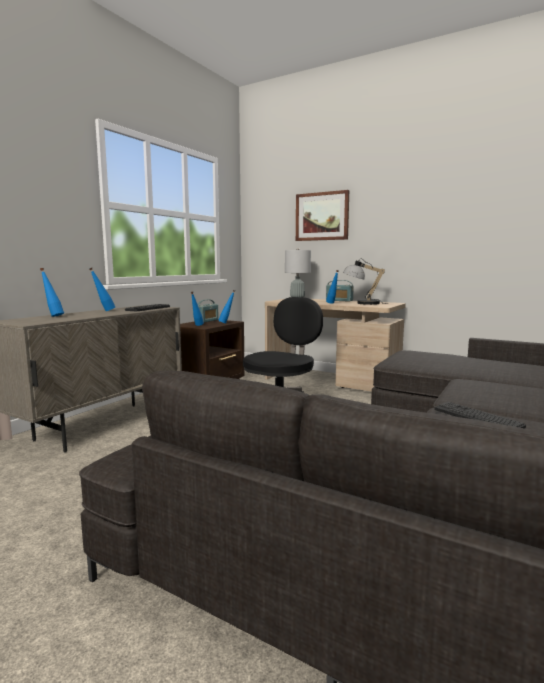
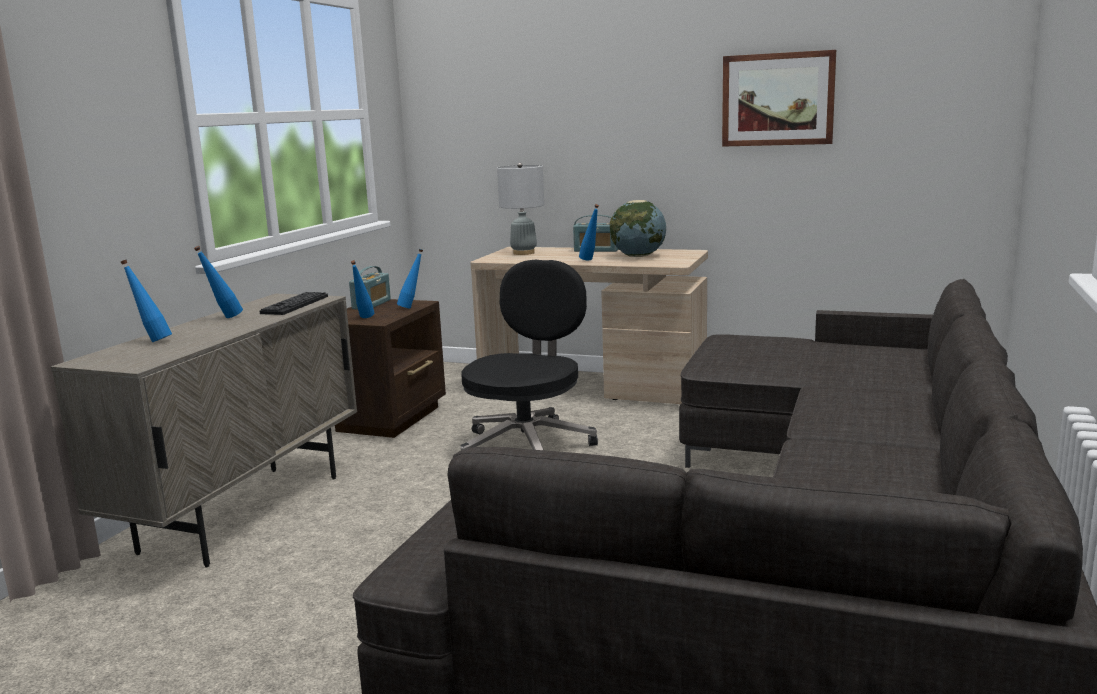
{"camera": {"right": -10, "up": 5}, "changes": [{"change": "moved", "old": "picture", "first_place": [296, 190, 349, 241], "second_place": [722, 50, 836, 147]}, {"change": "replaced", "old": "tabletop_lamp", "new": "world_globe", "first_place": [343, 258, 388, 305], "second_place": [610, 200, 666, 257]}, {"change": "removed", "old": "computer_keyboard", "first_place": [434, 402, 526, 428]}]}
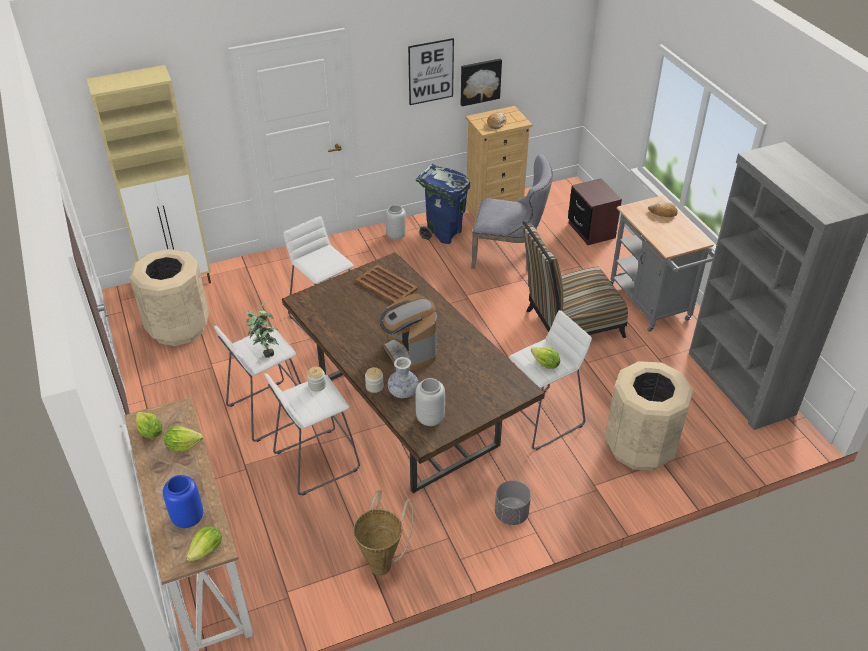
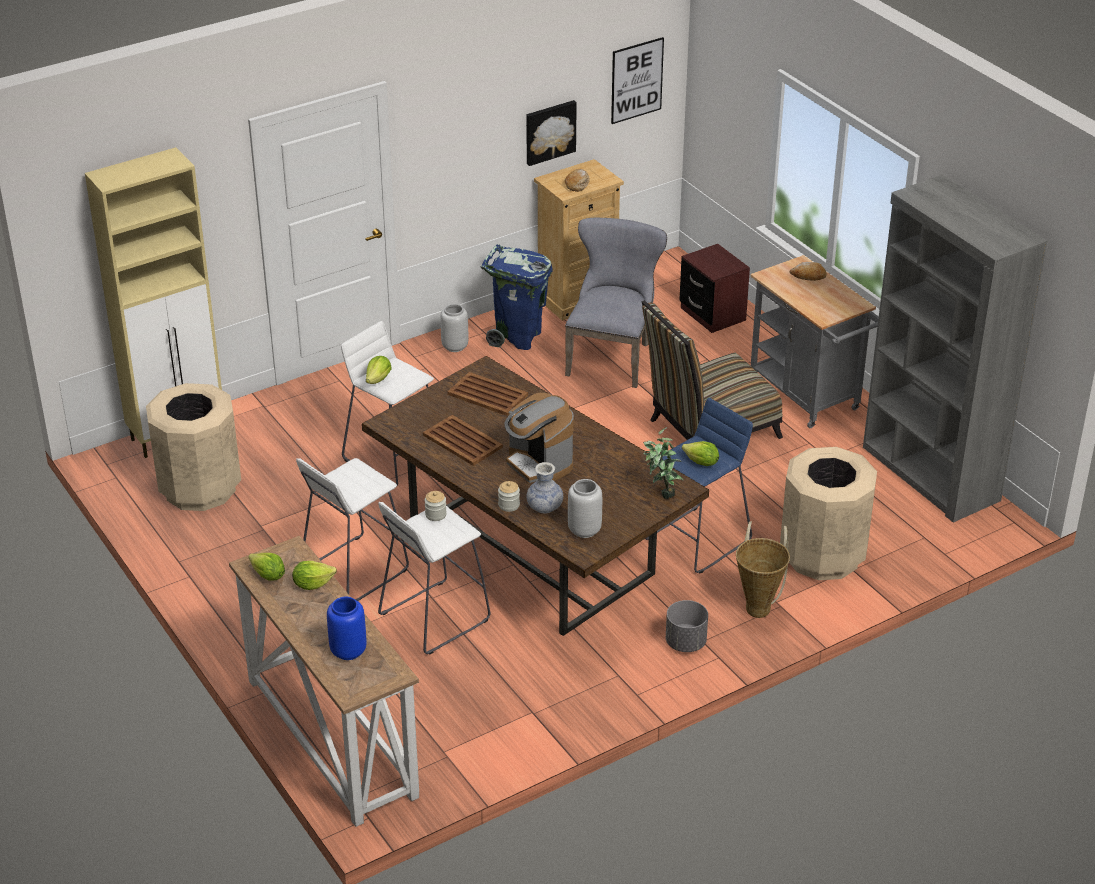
{"camera": {"right": -10, "up": -5}, "changes": [{"change": "moved", "old": "lettuce_head", "first_place": [186, 526, 222, 562], "second_place": [366, 356, 392, 384]}, {"change": "moved", "old": "houseplant", "first_place": [245, 302, 279, 358], "second_place": [643, 427, 684, 499]}, {"change": "moved", "old": "basket", "first_place": [353, 490, 414, 576], "second_place": [736, 521, 790, 618]}, {"change": "moved", "old": "picture", "first_place": [408, 38, 454, 105], "second_place": [611, 37, 664, 124]}, {"change": "turned", "old": "grey_chair", "first_place": [471, 154, 553, 272], "second_place": [565, 218, 667, 388], "degrees": -75}, {"change": "recoloured", "old": "white-coloured_stool_seat", "new": "blue_stool_seat", "first_place": [509, 310, 592, 450], "second_place": [645, 398, 753, 574]}, {"change": "added", "new": "brown-coloured_tray", "second_place": [423, 415, 503, 466]}]}
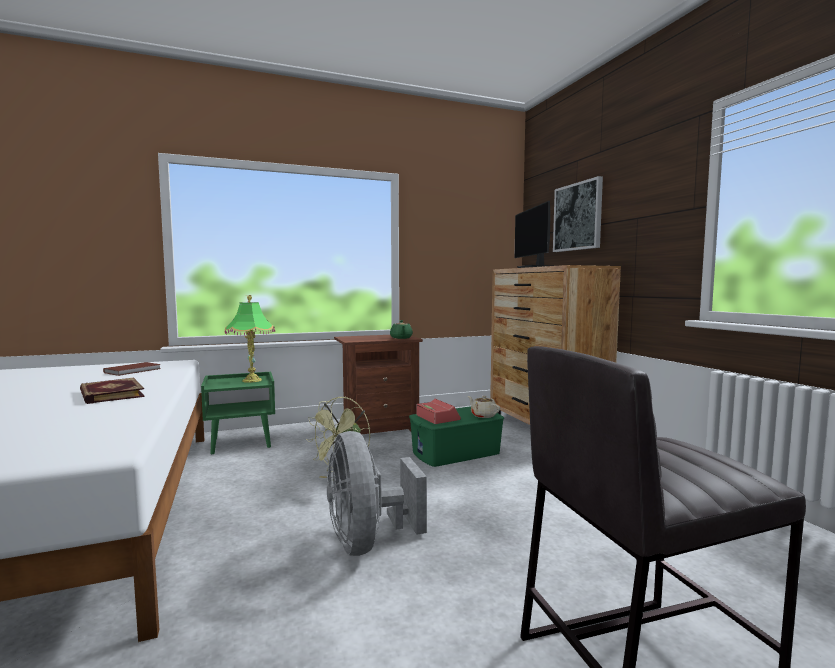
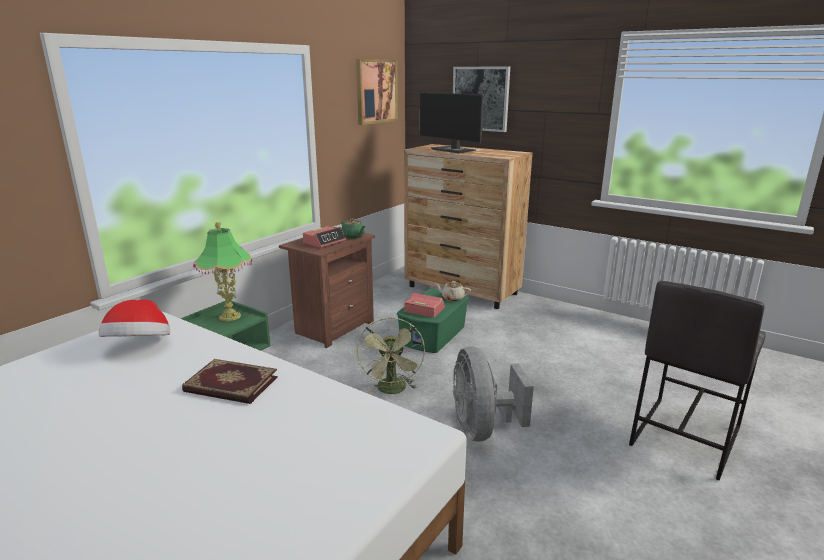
{"camera": {"right": -35, "up": 15}, "changes": [{"change": "replaced", "old": "brown-coloured_bound_book", "new": "hat", "first_place": [103, 362, 161, 376], "second_place": [98, 299, 170, 337]}, {"change": "turned", "old": "grey_fan", "first_place": [327, 431, 427, 556], "second_place": [453, 347, 534, 442], "degrees": 45}, {"change": "added", "new": "table_clock", "second_place": [303, 226, 346, 248]}, {"change": "added", "new": "picture", "second_place": [356, 59, 398, 125]}]}
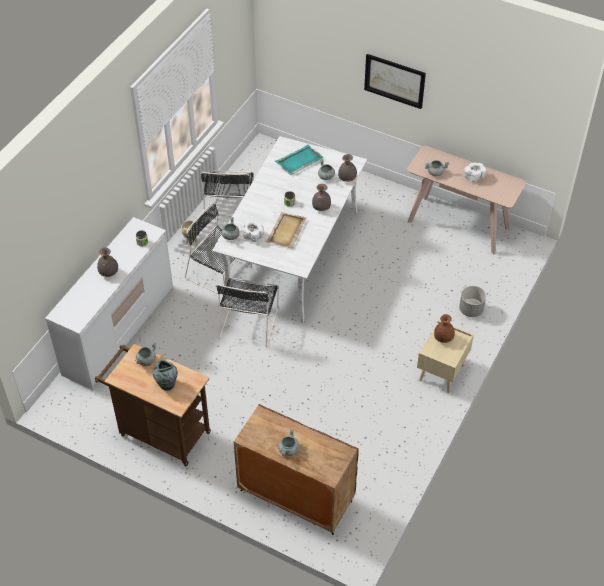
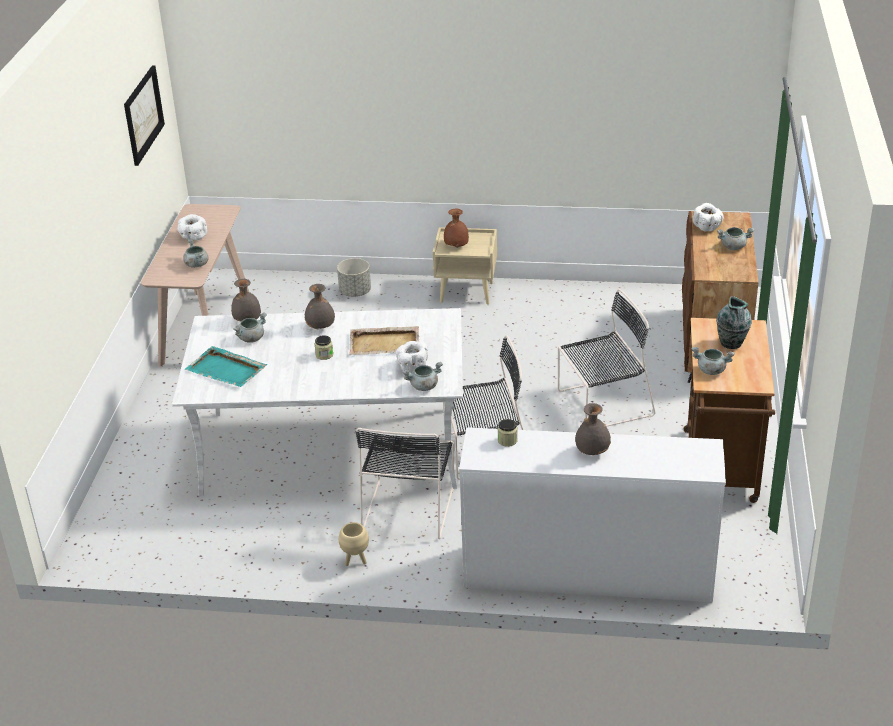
{"camera": {"right": -110, "up": -15}, "changes": [{"change": "moved", "old": "blackish_chair", "first_place": [201, 170, 254, 227], "second_place": [558, 289, 656, 427]}, {"change": "moved", "old": "picture", "first_place": [364, 54, 426, 109], "second_place": [124, 65, 165, 166]}, {"change": "added", "new": "white-coloured_serving_bowl", "second_place": [693, 203, 724, 232]}]}
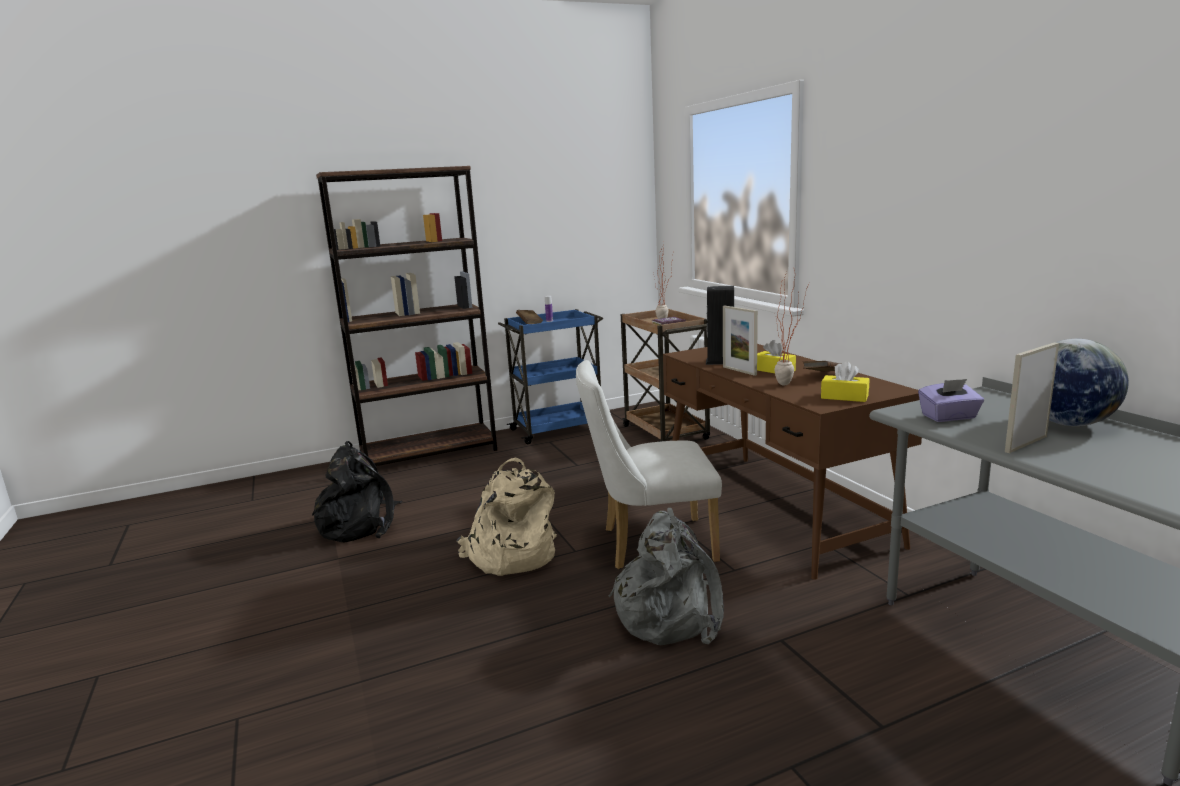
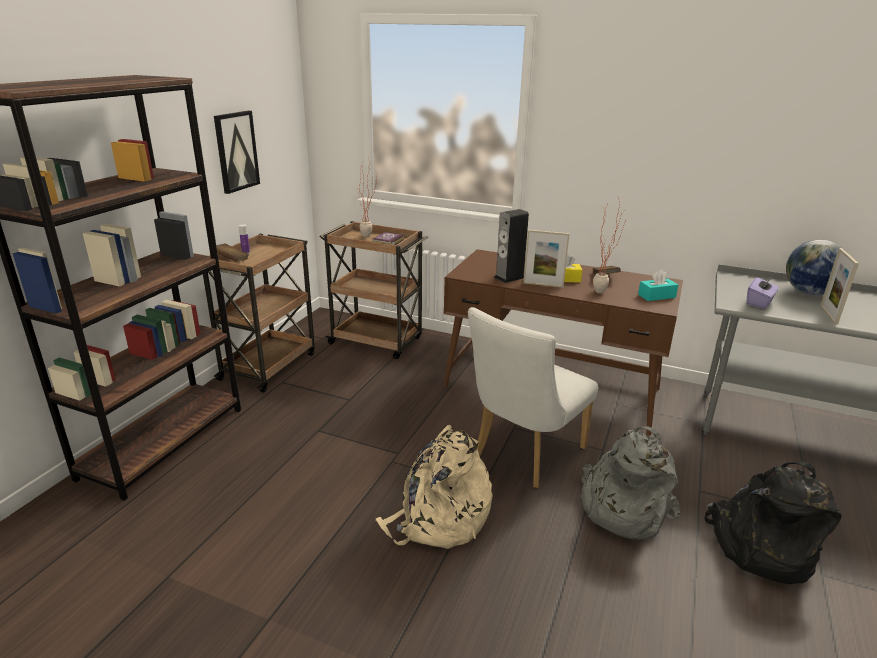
{"camera": {"right": -45, "up": 10}, "changes": [{"change": "moved", "old": "blackish_knapsack", "first_place": [312, 441, 402, 542], "second_place": [705, 461, 842, 584]}, {"change": "recoloured", "old": "blue_wheeled_cart", "new": "brown-coloured_wheeled_cart", "first_place": [498, 309, 603, 444], "second_place": [203, 234, 315, 393]}, {"change": "recoloured", "old": "yellow-coloured_tissue_box", "new": "blue-green_tissue_box", "first_place": [821, 361, 869, 402], "second_place": [638, 269, 678, 301]}, {"change": "added", "new": "picture", "second_place": [214, 111, 260, 194]}]}
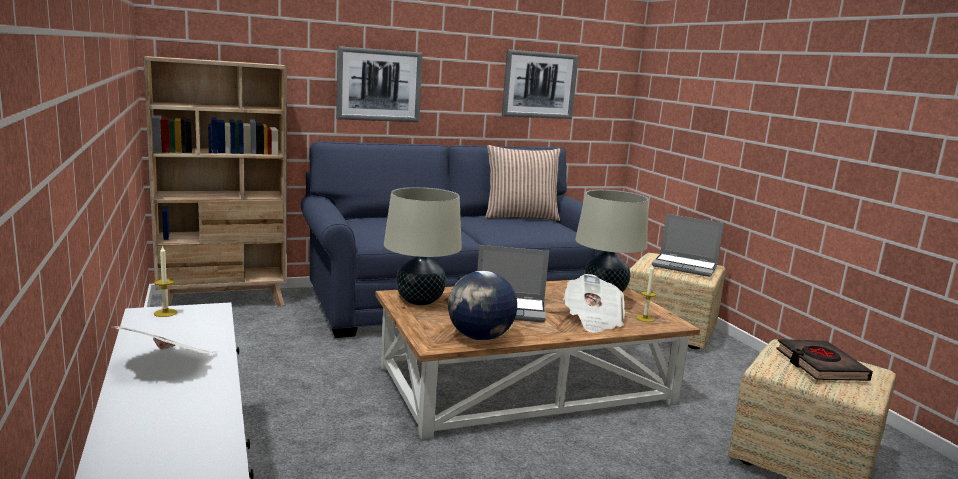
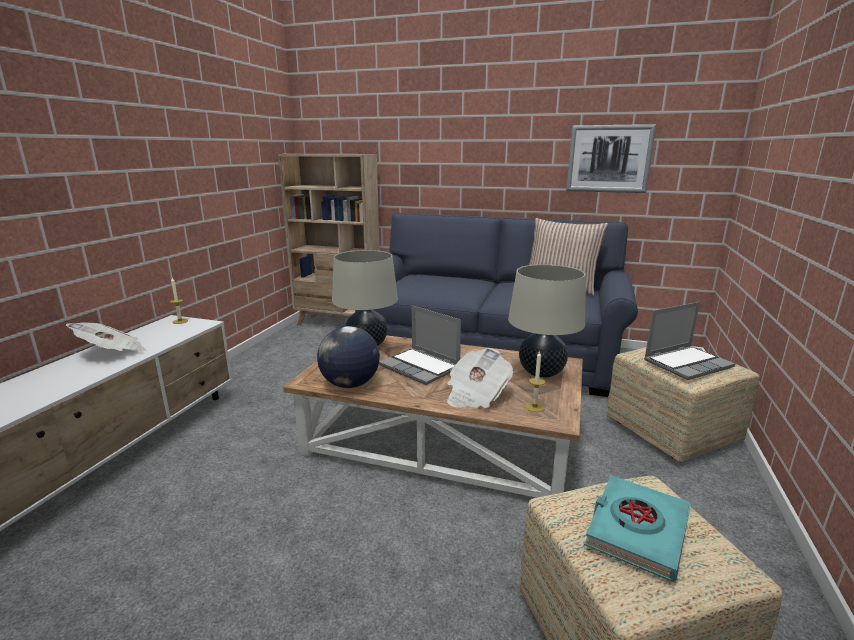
{"camera": {"right": 40, "up": 5}, "changes": [{"change": "removed", "old": "picture", "first_place": [336, 46, 423, 122]}, {"change": "turned", "old": "notebook_computer", "first_place": [652, 214, 724, 277], "second_place": [644, 302, 735, 380], "degrees": -90}, {"change": "recoloured", "old": "blackish_bound_book", "new": "blue-green_bound_book", "first_place": [776, 339, 873, 381], "second_place": [584, 476, 691, 582]}]}
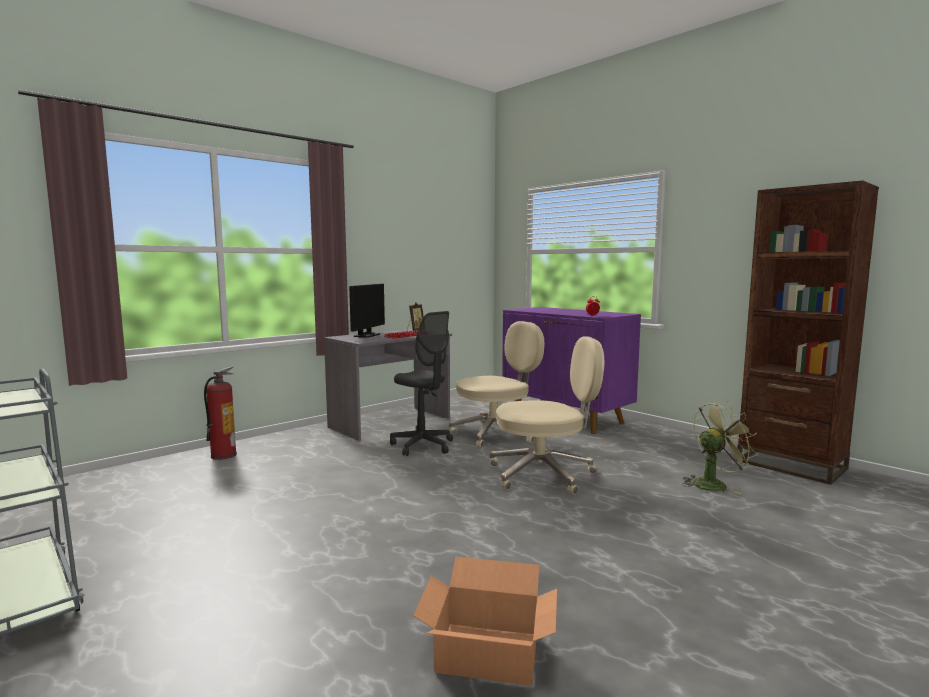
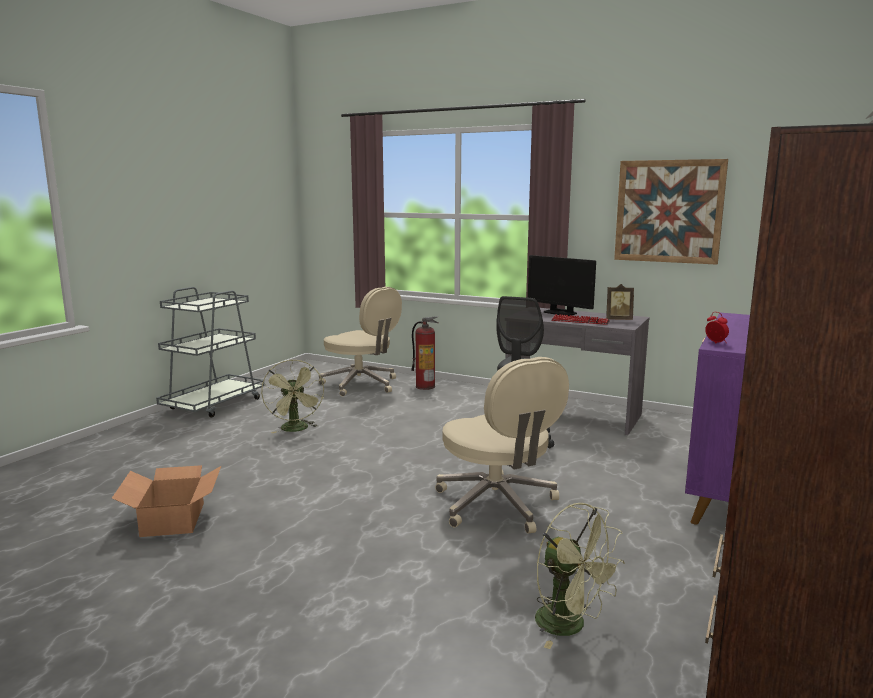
{"camera": {"right": 70, "up": 5}, "changes": [{"change": "turned", "old": "monitor", "first_place": [349, 284, 385, 337], "second_place": [528, 255, 596, 316], "degrees": 45}, {"change": "moved", "old": "sand-coloured_computer_chair", "first_place": [449, 321, 545, 447], "second_place": [319, 287, 402, 396]}, {"change": "added", "new": "green-coloured_fan", "second_place": [261, 360, 324, 433]}, {"change": "added", "new": "picture", "second_place": [614, 159, 728, 265]}]}
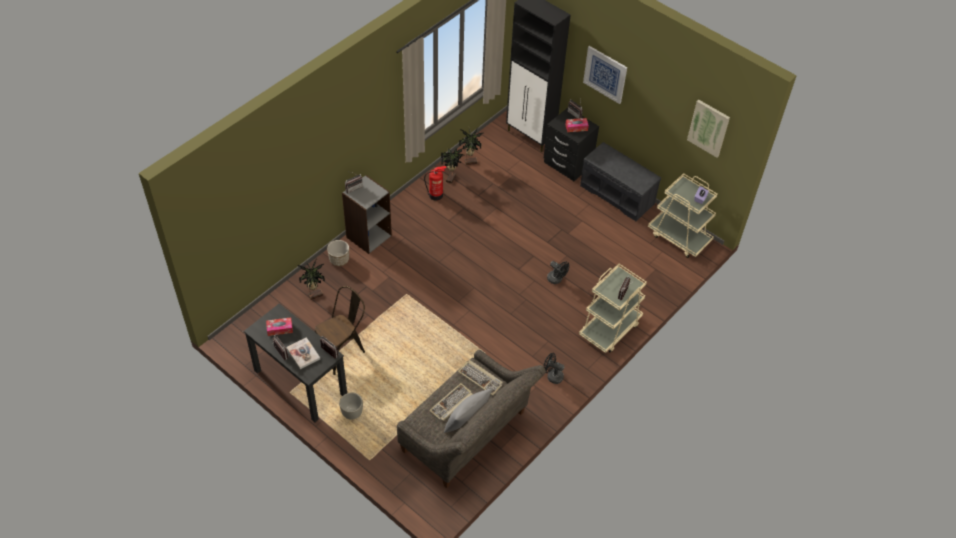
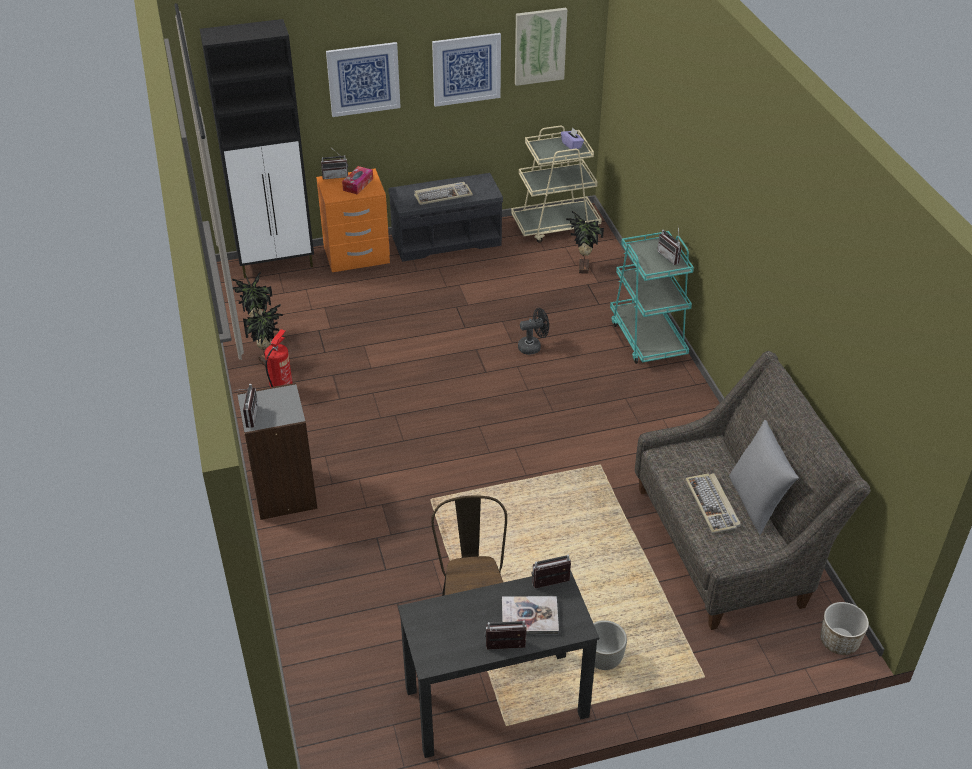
{"camera": {"right": -55, "up": -10}, "changes": [{"change": "removed", "old": "tissue_box", "first_place": [266, 317, 293, 336]}, {"change": "moved", "old": "houseplant", "first_place": [298, 259, 325, 300], "second_place": [566, 211, 604, 274]}, {"change": "moved", "old": "flower_pot", "first_place": [327, 240, 349, 266], "second_place": [820, 602, 869, 655]}, {"change": "moved", "old": "computer_keyboard", "first_place": [458, 360, 503, 396], "second_place": [414, 182, 473, 205]}, {"change": "recoloured", "old": "blackish_bedside_table", "new": "orange_bedside_table", "first_place": [544, 108, 599, 181], "second_place": [316, 168, 390, 272]}, {"change": "removed", "old": "blackish_fan", "first_place": [544, 353, 564, 384]}, {"change": "recoloured", "old": "sand-coloured_wheeled_cart", "new": "blue-green_wheeled_cart", "first_place": [579, 264, 647, 353], "second_place": [610, 231, 694, 364]}, {"change": "added", "new": "picture", "second_place": [432, 33, 501, 107]}]}
